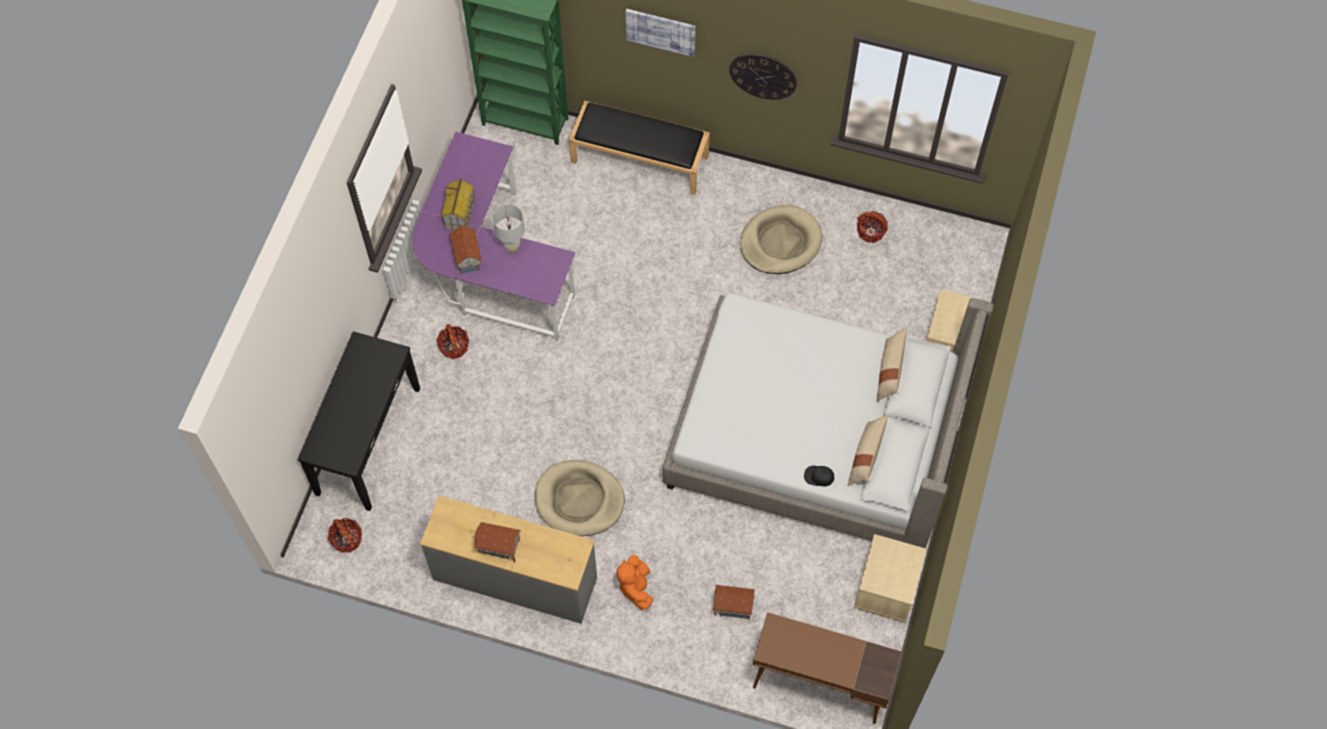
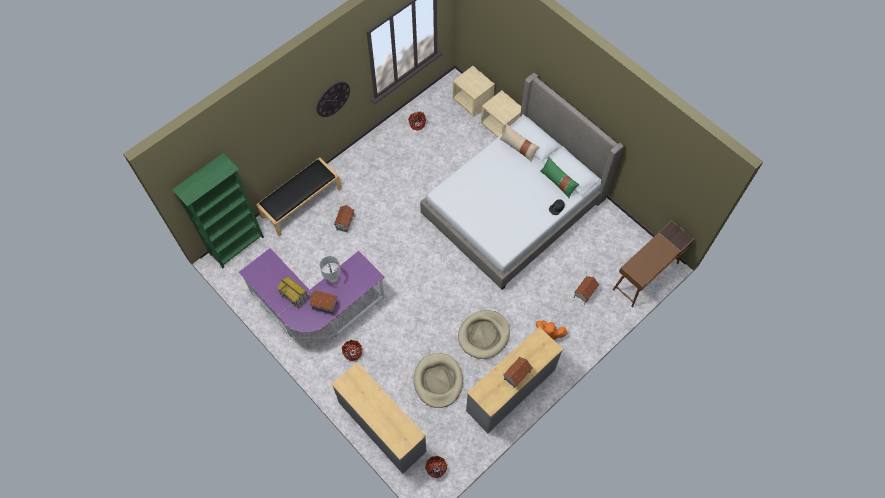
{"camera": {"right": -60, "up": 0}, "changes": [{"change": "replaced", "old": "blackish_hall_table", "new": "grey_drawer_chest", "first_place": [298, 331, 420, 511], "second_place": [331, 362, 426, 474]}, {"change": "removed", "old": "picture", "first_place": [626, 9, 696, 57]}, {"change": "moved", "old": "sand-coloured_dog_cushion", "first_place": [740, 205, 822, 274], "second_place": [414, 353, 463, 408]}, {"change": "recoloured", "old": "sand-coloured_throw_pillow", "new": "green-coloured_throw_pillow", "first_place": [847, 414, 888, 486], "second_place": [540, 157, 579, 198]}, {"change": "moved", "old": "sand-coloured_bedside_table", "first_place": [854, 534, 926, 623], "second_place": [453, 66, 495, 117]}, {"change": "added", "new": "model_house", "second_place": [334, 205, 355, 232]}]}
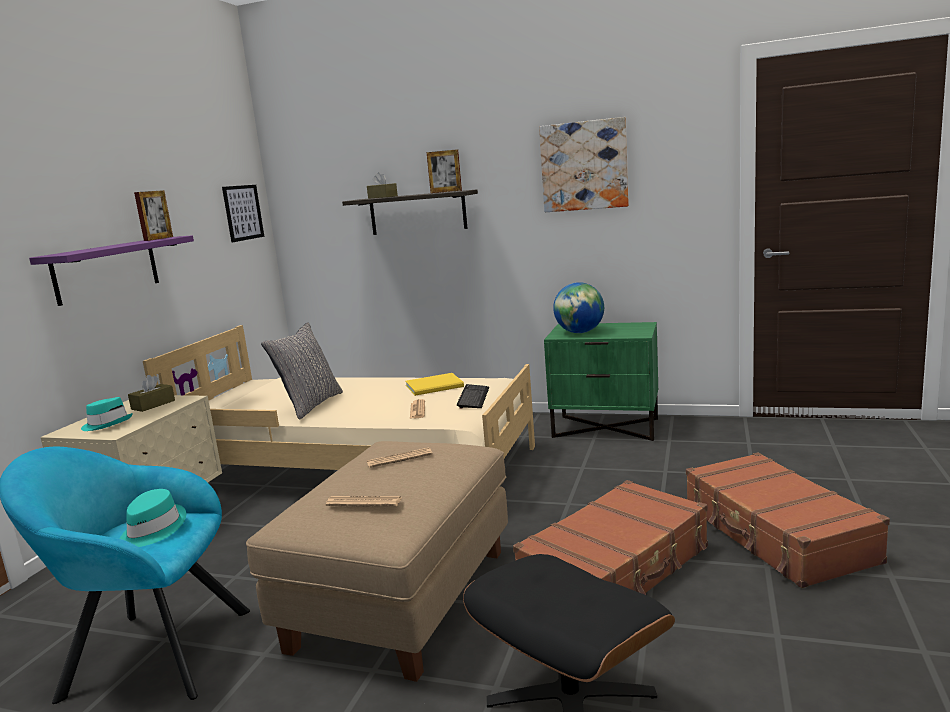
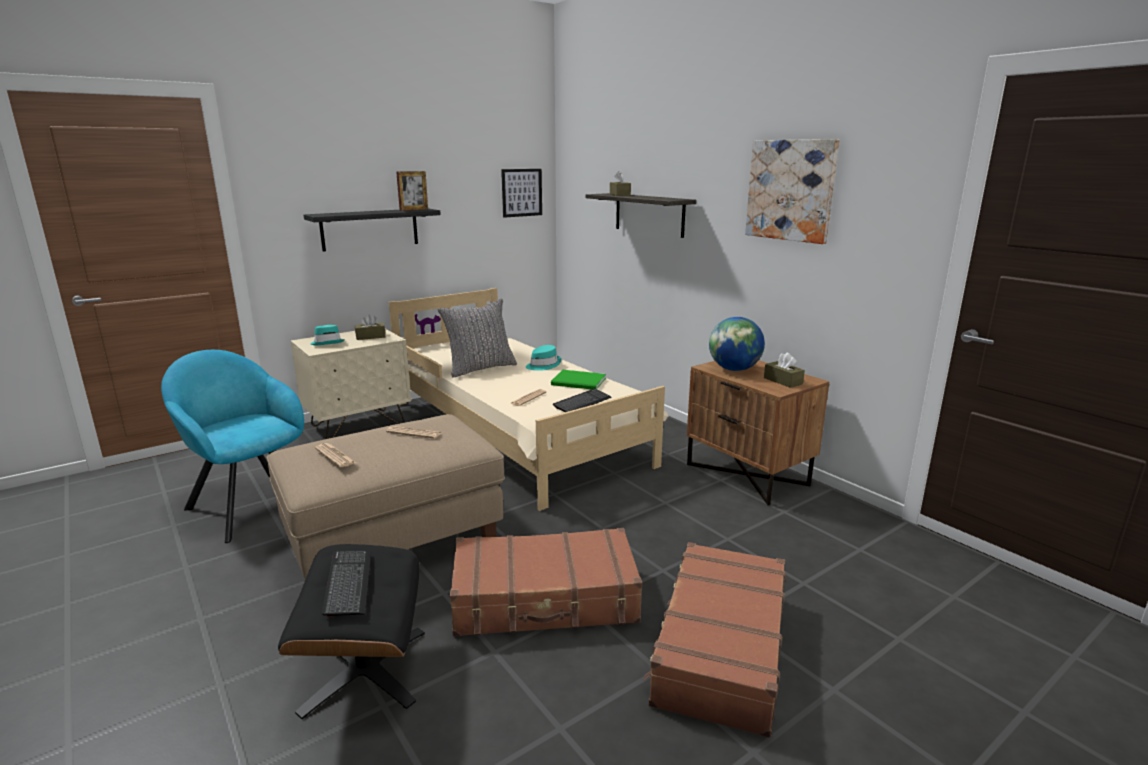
{"camera": {"right": 35, "up": 5}, "changes": [{"change": "recoloured", "old": "purple-coloured_shelf", "new": "blackish_shelf", "first_place": [29, 236, 194, 306], "second_place": [304, 209, 441, 252]}, {"change": "moved", "old": "blue-green_hat", "first_place": [120, 489, 186, 547], "second_place": [526, 345, 561, 371]}, {"change": "recoloured", "old": "yellow-coloured_bound_book", "new": "green-coloured_bound_book", "first_place": [405, 373, 464, 396], "second_place": [551, 370, 606, 390]}, {"change": "removed", "old": "picture_frame", "first_place": [426, 149, 462, 193]}, {"change": "recoloured", "old": "green-coloured_bedside_table", "new": "brown-coloured_bedside_table", "first_place": [544, 322, 658, 441], "second_place": [687, 361, 829, 505]}, {"change": "added", "new": "computer_keyboard", "second_place": [322, 551, 371, 617]}, {"change": "added", "new": "brown-coloured_tissue_box", "second_place": [764, 352, 805, 388]}]}
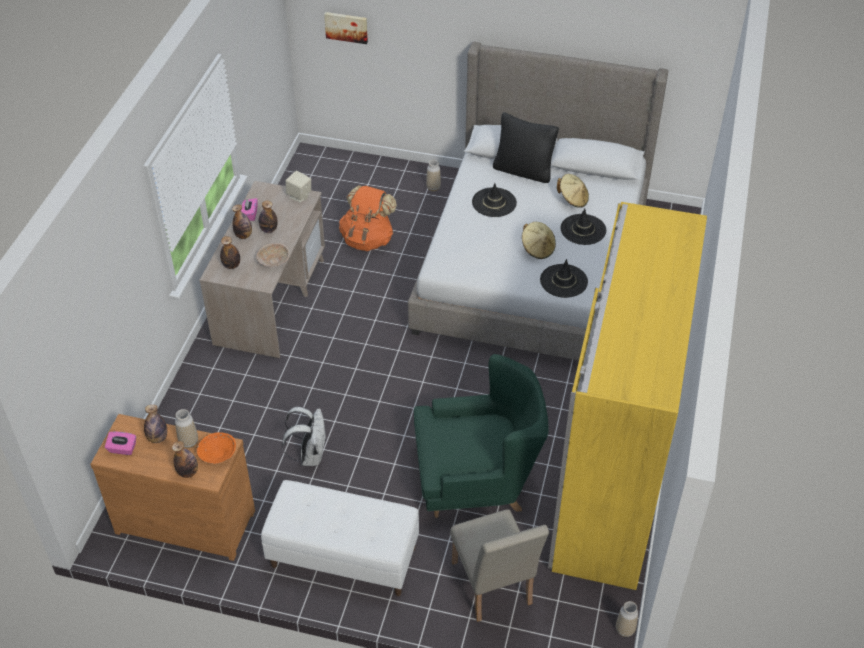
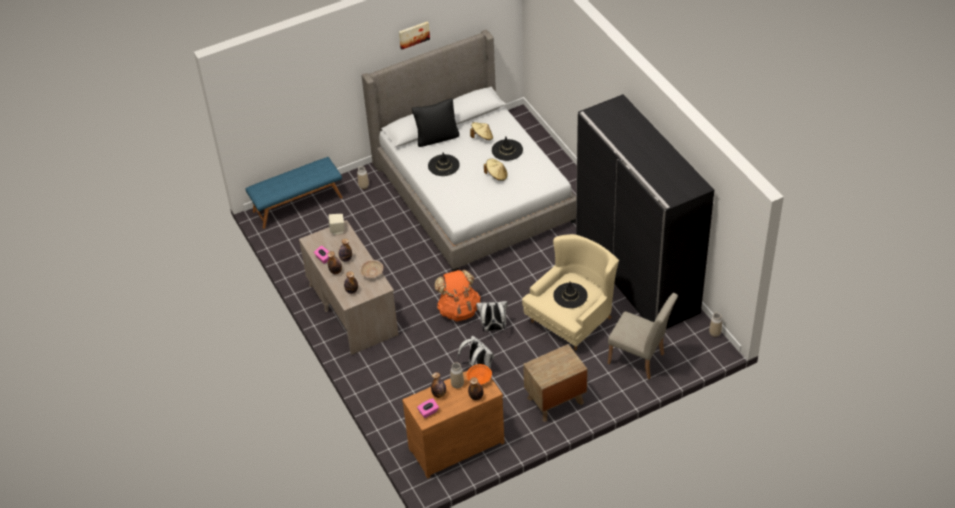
{"camera": {"right": -40, "up": 0}, "changes": [{"change": "replaced", "old": "white-coloured_long_seat", "new": "brown-coloured_bedside_table", "first_place": [261, 480, 419, 596], "second_place": [523, 344, 588, 422]}, {"change": "moved", "old": "picture", "first_place": [324, 12, 368, 44], "second_place": [399, 21, 430, 49]}, {"change": "moved", "old": "orange_knapsack", "first_place": [339, 185, 397, 251], "second_place": [434, 270, 480, 321]}, {"change": "recoloured", "old": "green-coloured_armchair", "new": "sand-coloured_armchair", "first_place": [414, 354, 549, 518], "second_place": [522, 234, 619, 350]}, {"change": "moved", "old": "blackish_hat", "first_place": [540, 259, 588, 298], "second_place": [553, 282, 588, 308]}, {"change": "recoloured", "old": "yellow-coloured_clothes_cupboard", "new": "blackish_clothes_cupboard", "first_place": [548, 202, 707, 590], "second_place": [576, 94, 714, 329]}, {"change": "added", "new": "blue_long_seat", "second_place": [246, 157, 343, 229]}, {"change": "added", "new": "white-coloured_knapsack", "second_place": [476, 300, 508, 332]}]}
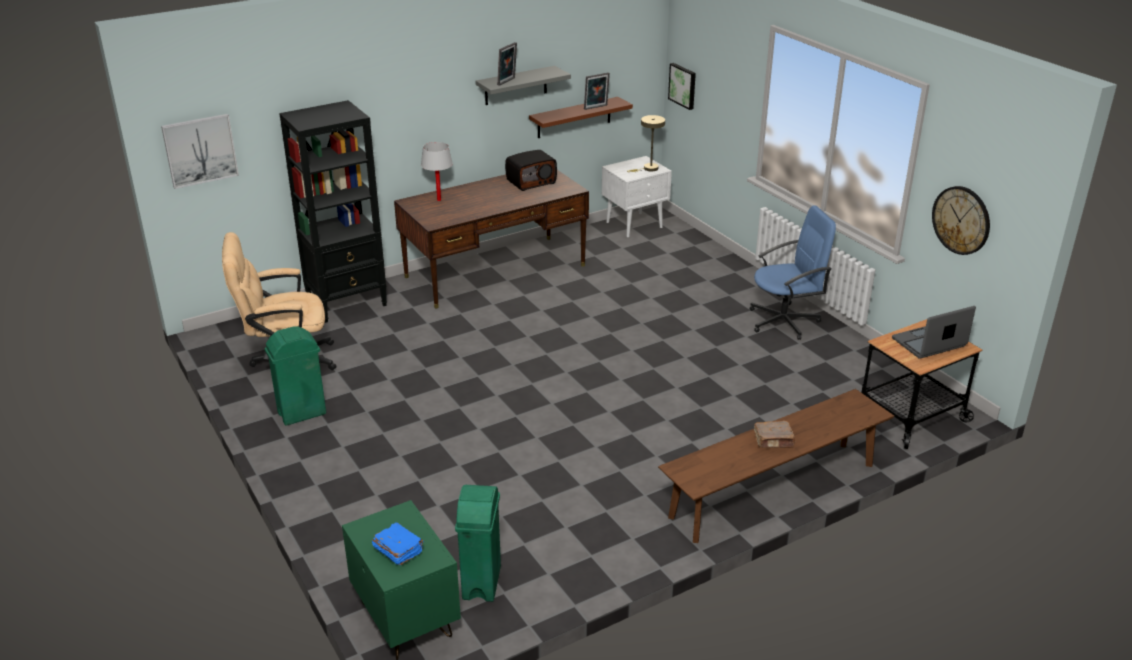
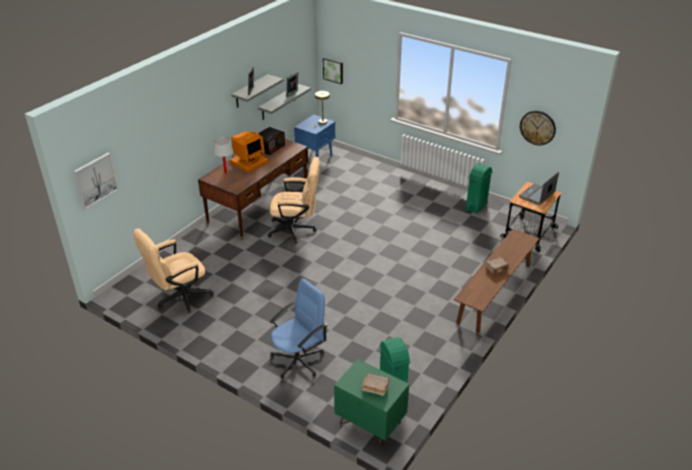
{"camera": {"right": -25, "up": 5}, "changes": [{"change": "moved", "old": "green-coloured_trash_can", "first_place": [265, 326, 326, 426], "second_place": [466, 163, 493, 214]}, {"change": "removed", "old": "blackish_bookcase", "first_place": [279, 100, 387, 323]}, {"change": "recoloured", "old": "blue_bound_book", "new": "brown-coloured_bound_book", "first_place": [372, 522, 424, 565], "second_place": [362, 373, 389, 396]}, {"change": "recoloured", "old": "brown-coloured_shelf", "new": "grey_shelf", "first_place": [529, 97, 633, 138], "second_place": [258, 84, 311, 120]}, {"change": "recoloured", "old": "white-coloured_bedside_table", "new": "blue_bedside_table", "first_place": [602, 156, 672, 237], "second_place": [294, 115, 335, 157]}, {"change": "moved", "old": "blue_computer_chair", "first_place": [750, 205, 836, 340], "second_place": [270, 279, 327, 379]}, {"change": "added", "new": "monitor", "second_place": [230, 131, 269, 172]}, {"change": "added", "new": "sand-coloured_computer_chair", "second_place": [268, 157, 320, 243]}]}
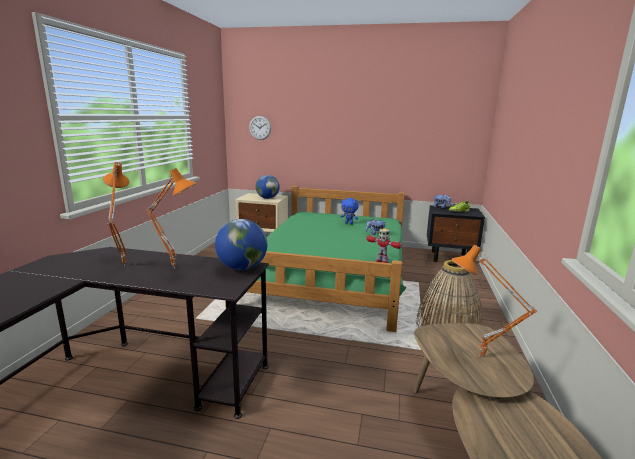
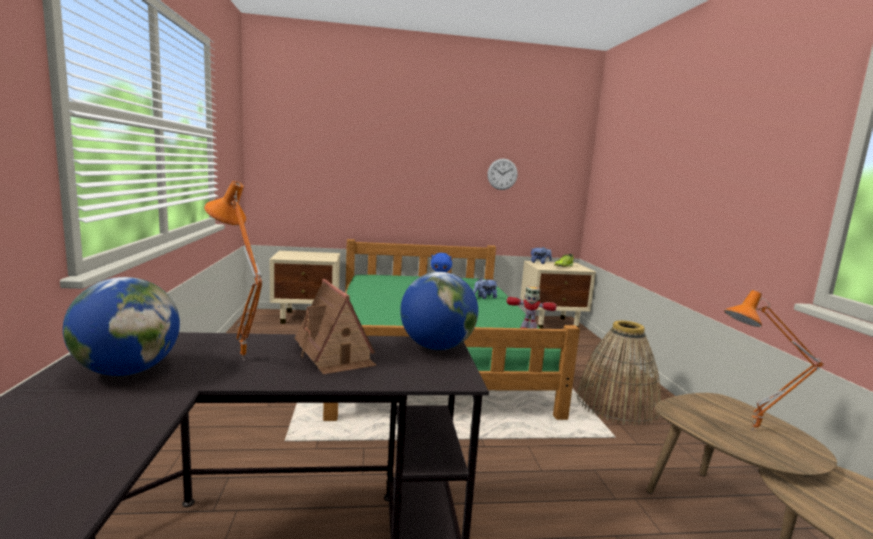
{"camera": {"right": -20, "up": -5}, "changes": [{"change": "replaced", "old": "orange_tabletop_lamp", "new": "model_house", "first_place": [147, 168, 197, 268], "second_place": [294, 279, 376, 374]}, {"change": "moved", "old": "hanging_clock", "first_place": [249, 116, 271, 140], "second_place": [487, 159, 518, 190]}, {"change": "moved", "old": "world_globe", "first_place": [256, 175, 280, 199], "second_place": [63, 277, 180, 376]}, {"change": "recoloured", "old": "blackish_bedside_table", "new": "sand-coloured_bedside_table", "first_place": [427, 205, 485, 262], "second_place": [520, 261, 596, 329]}]}
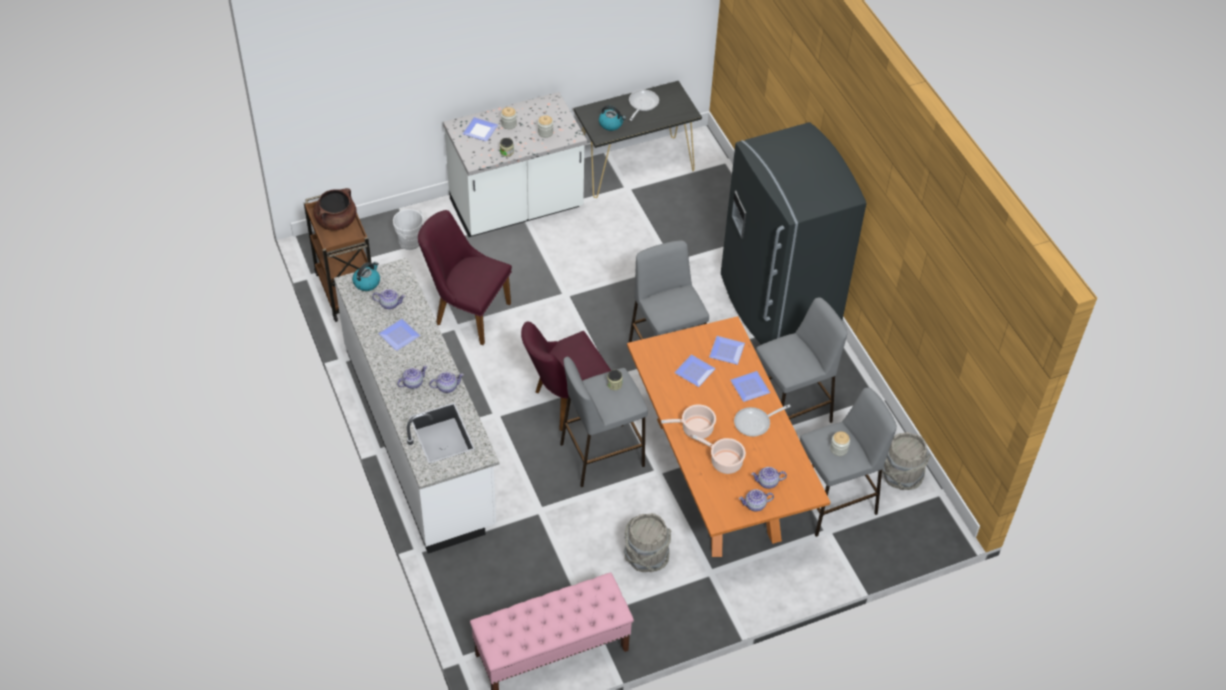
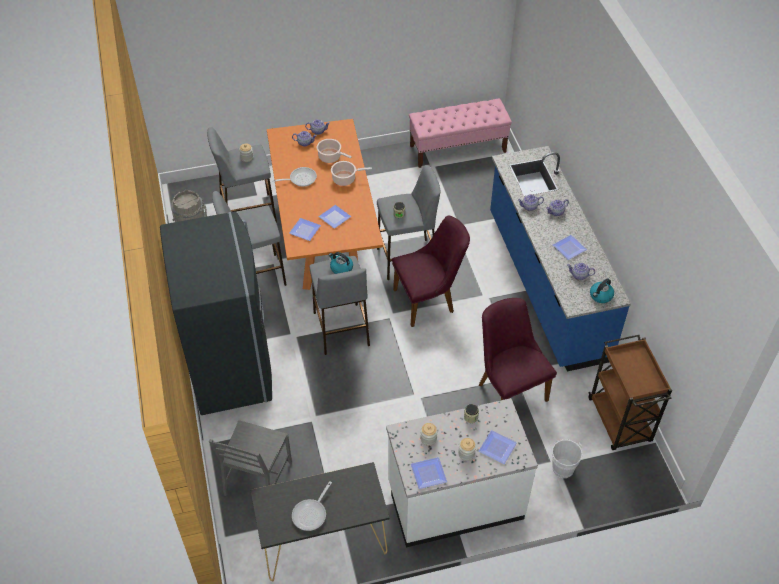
{"camera": {"right": -170, "up": 0}, "changes": [{"change": "removed", "old": "brown-coloured_stockpot", "first_place": [313, 188, 357, 231]}, {"change": "recoloured", "old": "white-coloured_kitchen_base_unit", "new": "blue_kitchen_base_unit", "first_place": [334, 258, 499, 553], "second_place": [490, 146, 631, 372]}, {"change": "turned", "old": "purple-coloured_chair", "first_place": [418, 210, 512, 345], "second_place": [479, 298, 557, 402], "degrees": -150}, {"change": "moved", "old": "kettle", "first_place": [599, 105, 626, 131], "second_place": [329, 252, 353, 274]}, {"change": "removed", "old": "grey_pail", "first_place": [624, 513, 671, 573]}, {"change": "moved", "old": "flat_dish", "first_place": [731, 371, 770, 402], "second_place": [411, 457, 447, 489]}, {"change": "added", "new": "grey_chair", "second_place": [209, 420, 292, 496]}]}
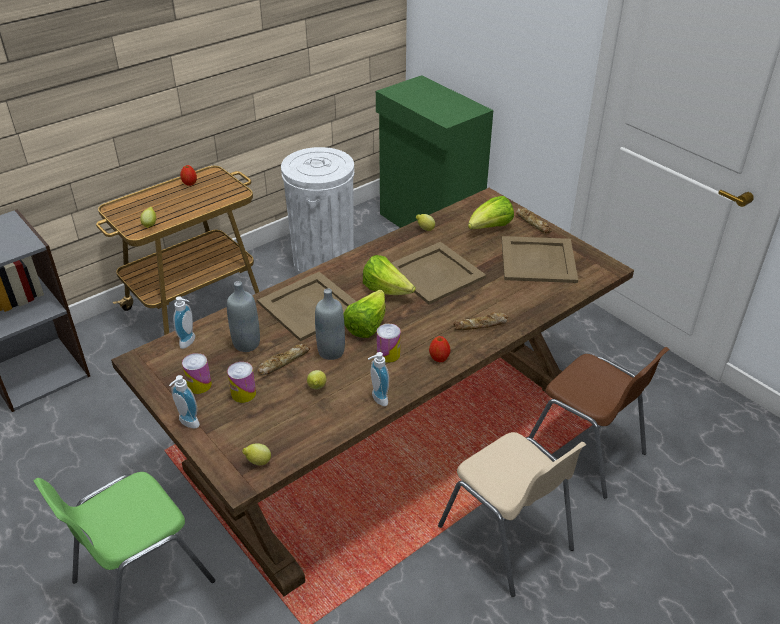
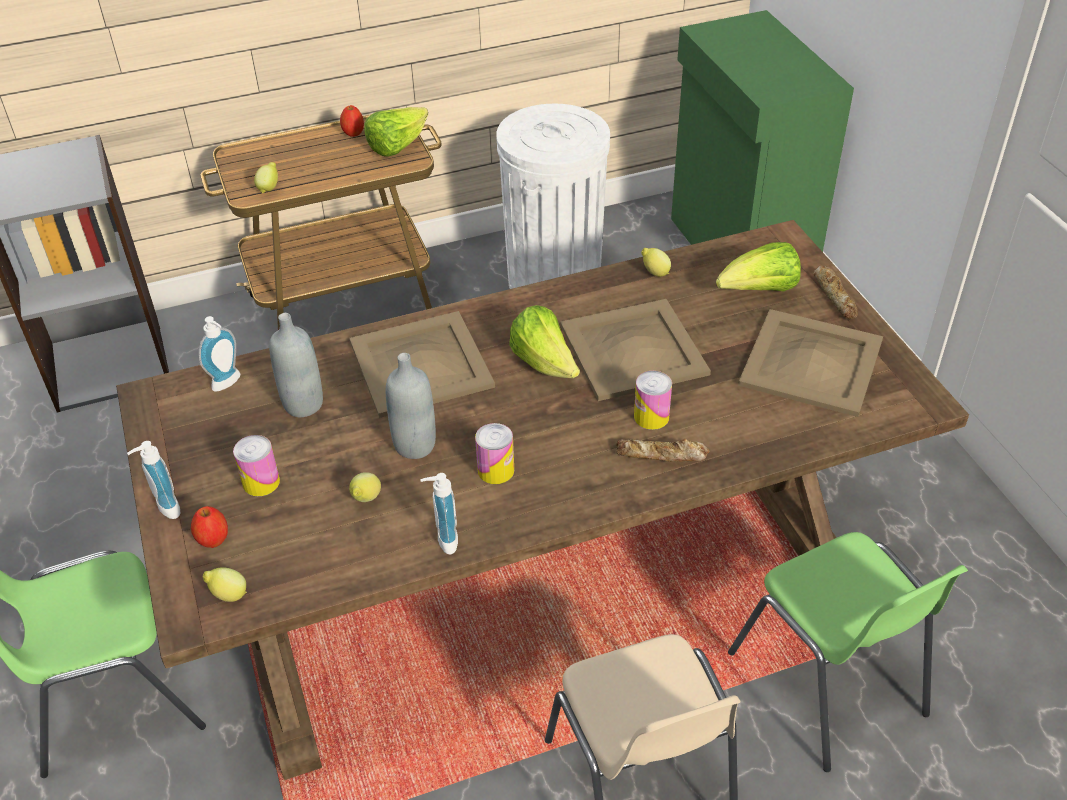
{"camera": {"right": 20, "up": 5}, "changes": [{"change": "moved", "old": "sealed_can", "first_place": [182, 353, 212, 394], "second_place": [634, 371, 672, 430]}, {"change": "removed", "old": "bread", "first_place": [258, 344, 310, 376]}, {"change": "moved", "old": "lettuce_head", "first_place": [344, 290, 386, 338], "second_place": [364, 107, 428, 156]}, {"change": "moved", "old": "apple_fruit", "first_place": [429, 336, 451, 362], "second_place": [191, 506, 228, 548]}, {"change": "recoloured", "old": "brown-coloured_chair", "new": "green-coloured_chair", "first_place": [529, 347, 670, 498], "second_place": [728, 532, 968, 772]}]}
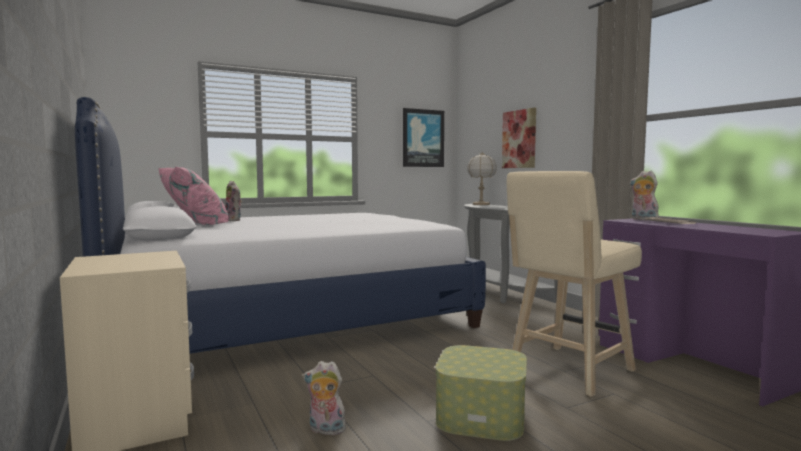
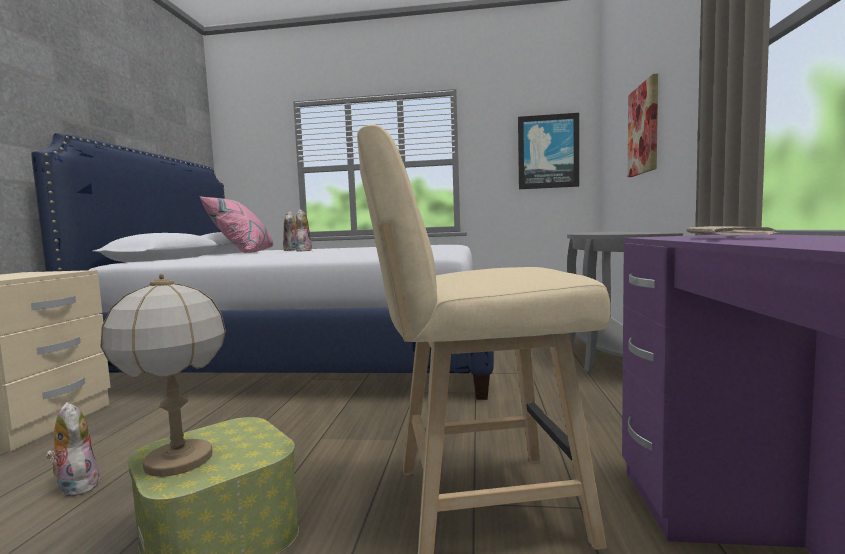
{"camera": {"right": 35, "up": 0}, "changes": [{"change": "moved", "old": "tabletop_lamp", "first_place": [467, 152, 497, 205], "second_place": [100, 274, 226, 477]}, {"change": "moved", "old": "soft_toy", "first_place": [630, 171, 659, 220], "second_place": [292, 209, 312, 251]}]}
